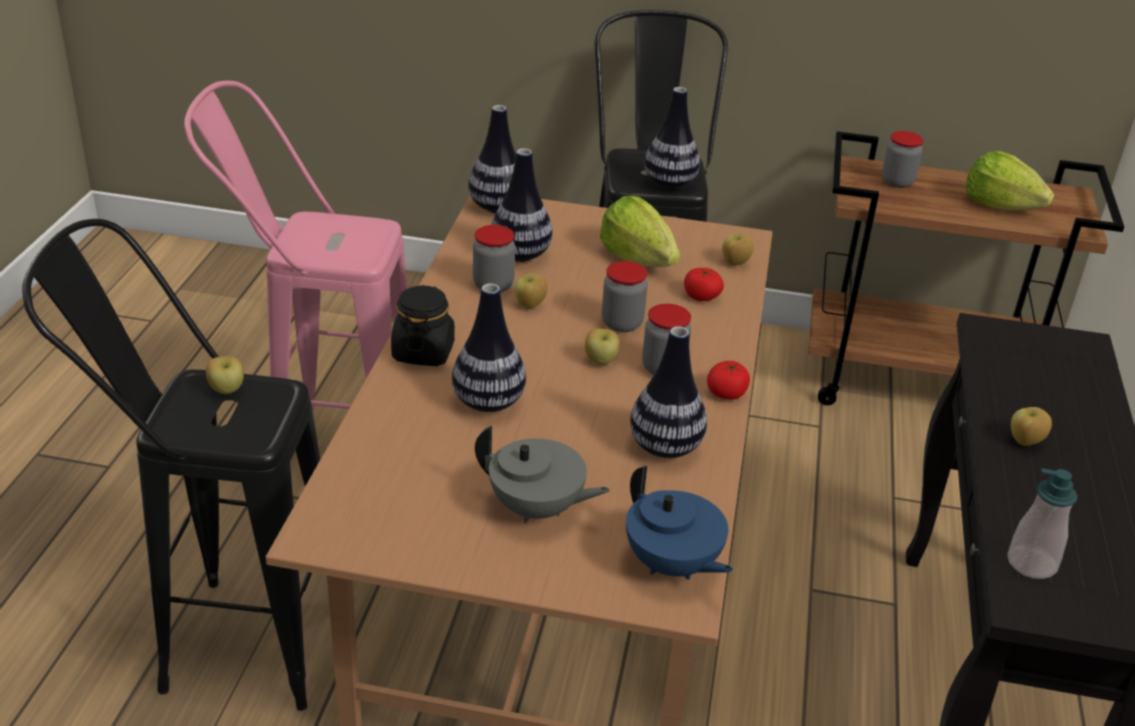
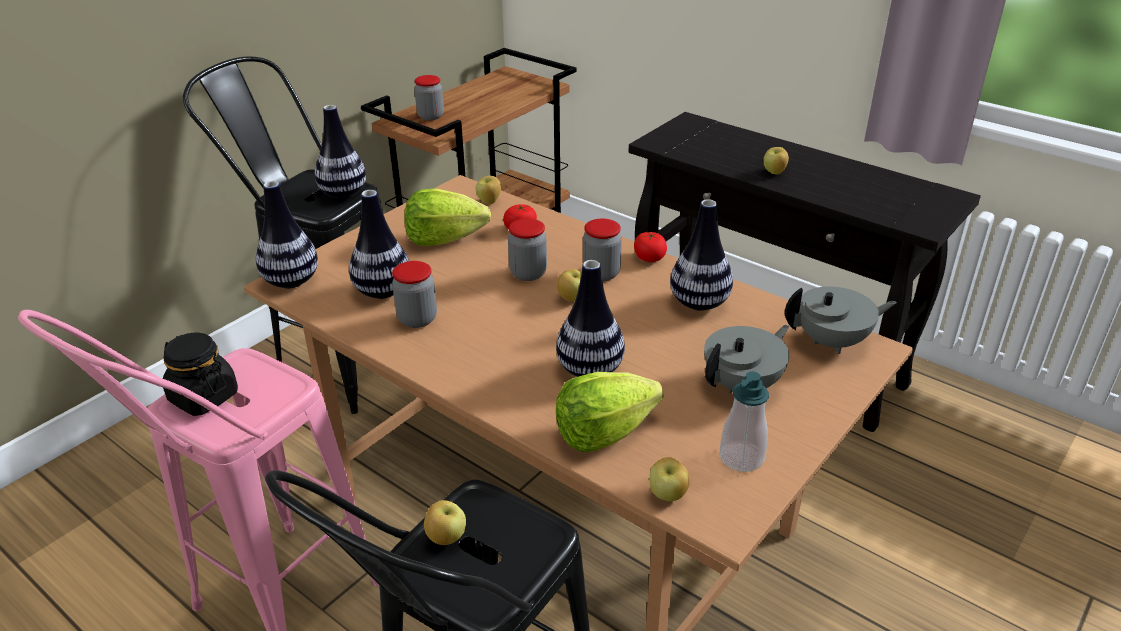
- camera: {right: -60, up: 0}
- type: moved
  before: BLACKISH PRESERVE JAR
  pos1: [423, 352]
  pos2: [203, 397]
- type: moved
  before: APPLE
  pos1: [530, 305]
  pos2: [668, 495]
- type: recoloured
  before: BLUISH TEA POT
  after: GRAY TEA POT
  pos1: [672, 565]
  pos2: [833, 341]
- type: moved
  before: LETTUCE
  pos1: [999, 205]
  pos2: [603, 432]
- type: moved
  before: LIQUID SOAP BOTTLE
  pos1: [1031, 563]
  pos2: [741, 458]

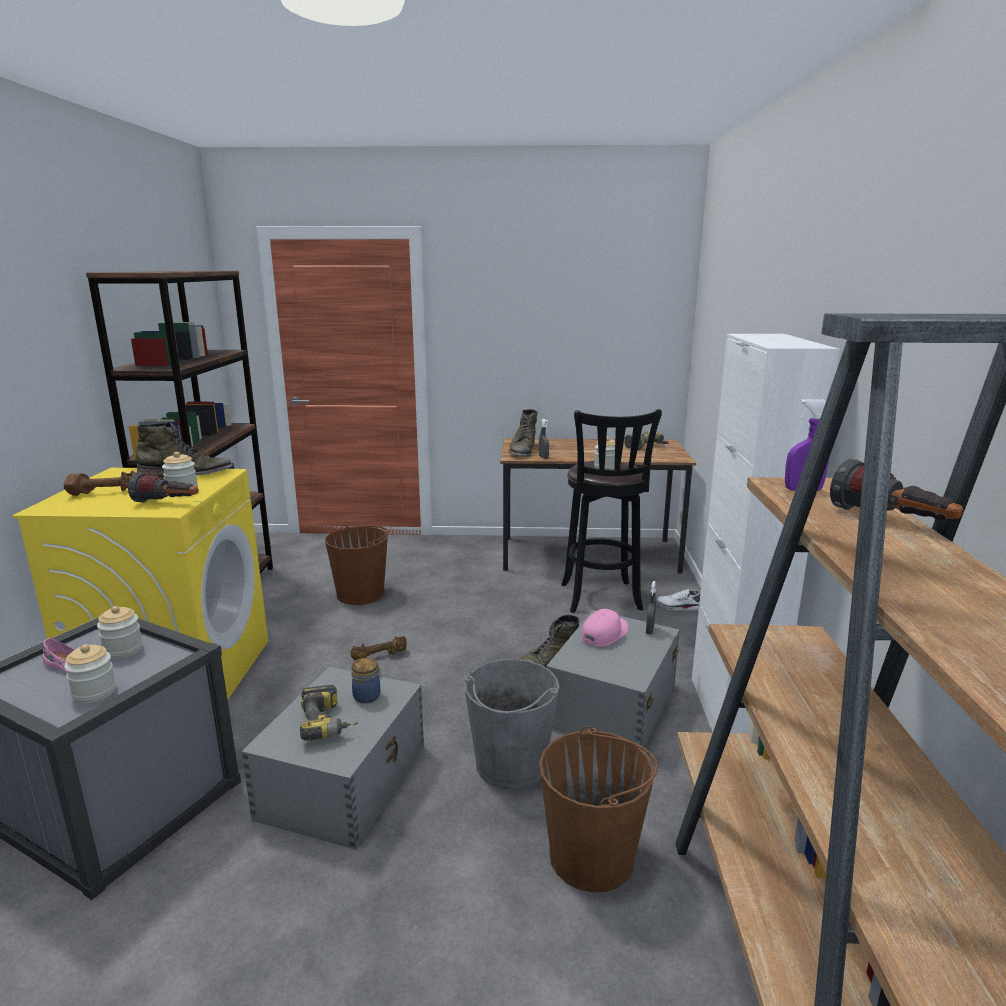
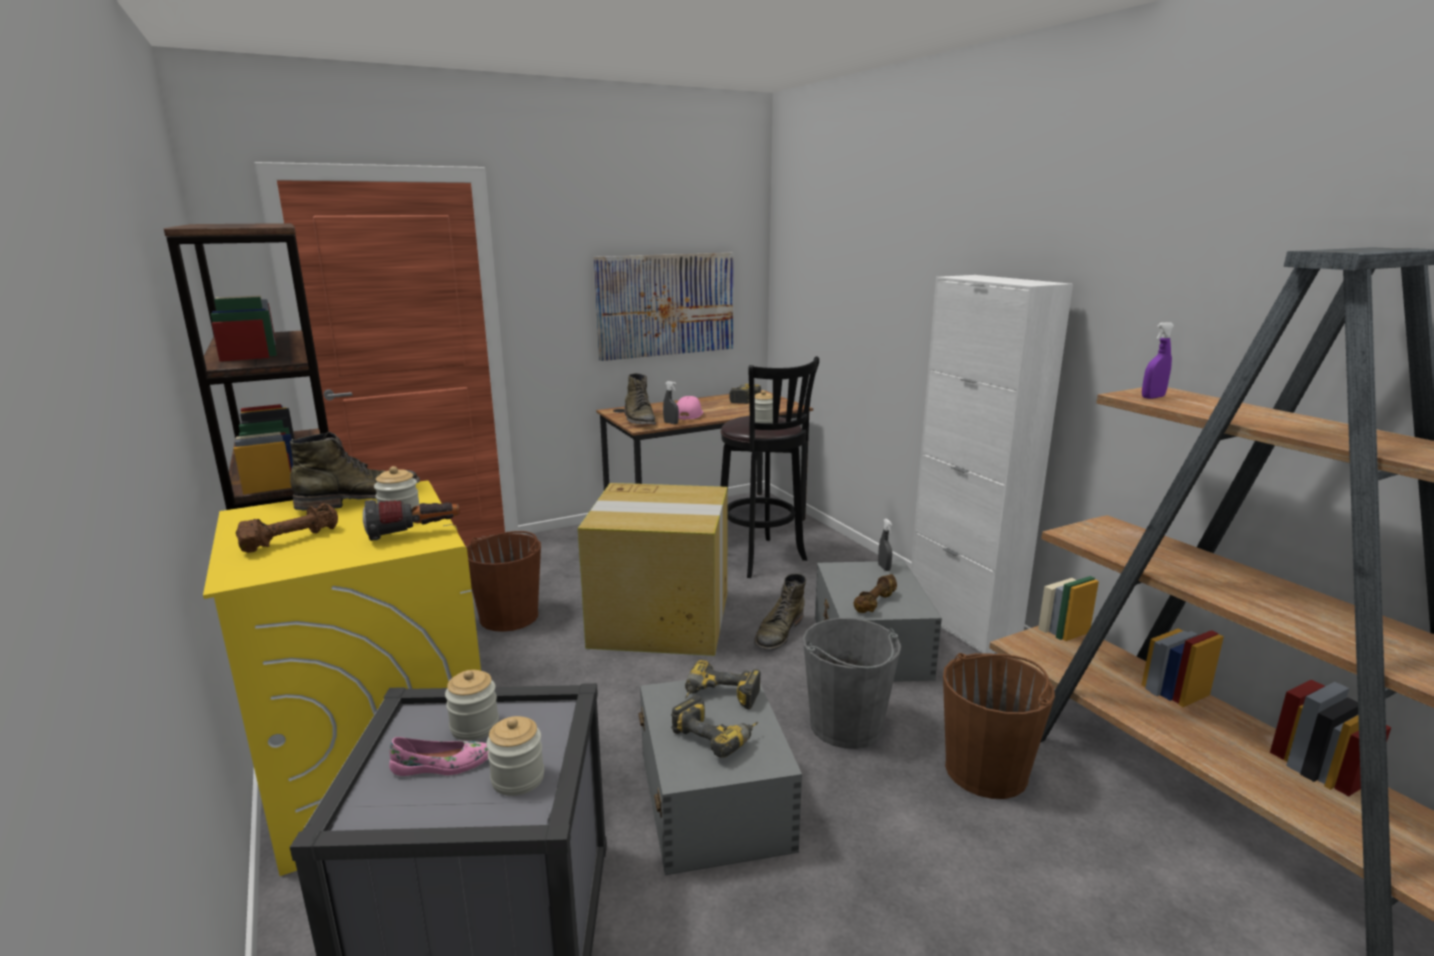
- camera: {right: -30, up: 0}
- type: moved
  before: BROWNISH DUMBBELL
  pos1: [380, 656]
  pos2: [876, 603]
- type: replaced
  before: PRESERVE JAR
  after: ELECTRIC DRILL
  pos1: [368, 696]
  pos2: [719, 698]
- type: moved
  before: PINKISH CAP
  pos1: [604, 634]
  pos2: [689, 415]
- type: removed
  before: WHITISH SHOE
  pos1: [680, 607]
- type: removed
  before: TORCH
  pos1: [890, 522]
- type: added
  after: CARTON
  pos2: [663, 619]
- type: added
  after: WALL PICTURE
  pos2: [666, 305]

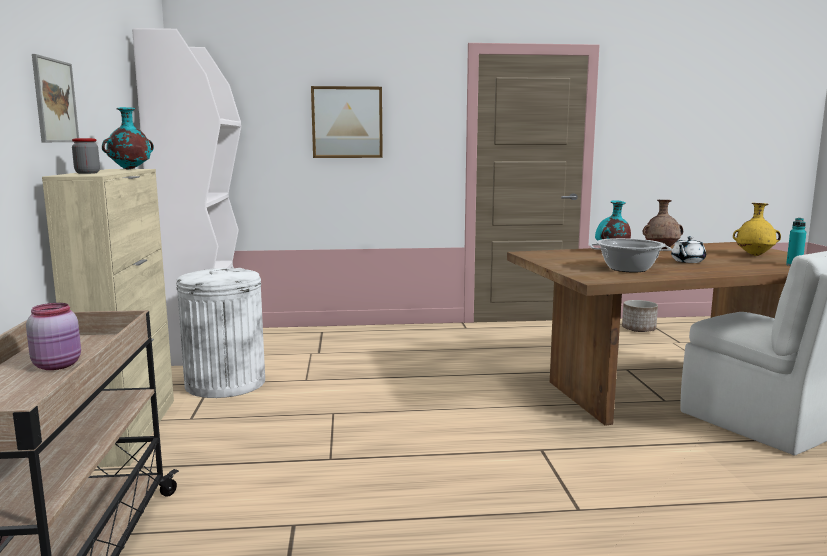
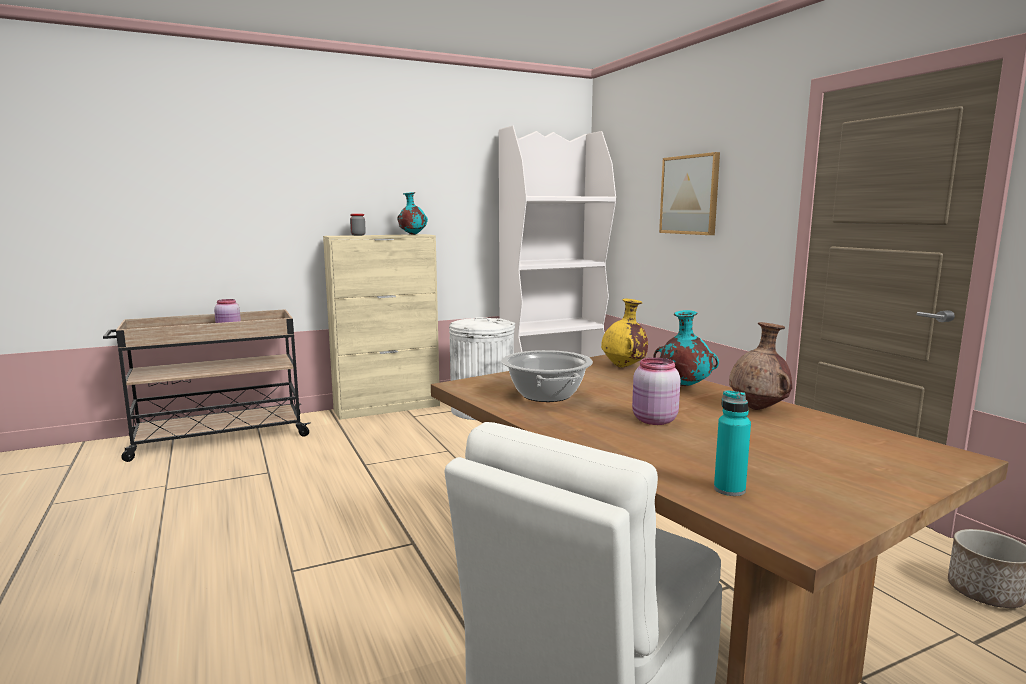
- camera: {right: 70, up: 0}
- type: removed
  before: WALL PICTURE
  pos1: [55, 101]
- type: replaced
  before: WHITISH TEA POT
  after: PINKISH PRESERVE JAR
  pos1: [687, 261]
  pos2: [653, 420]
- type: moved
  before: YELLOW-COLOURED DECORATIVE VASE
  pos1: [755, 255]
  pos2: [624, 367]

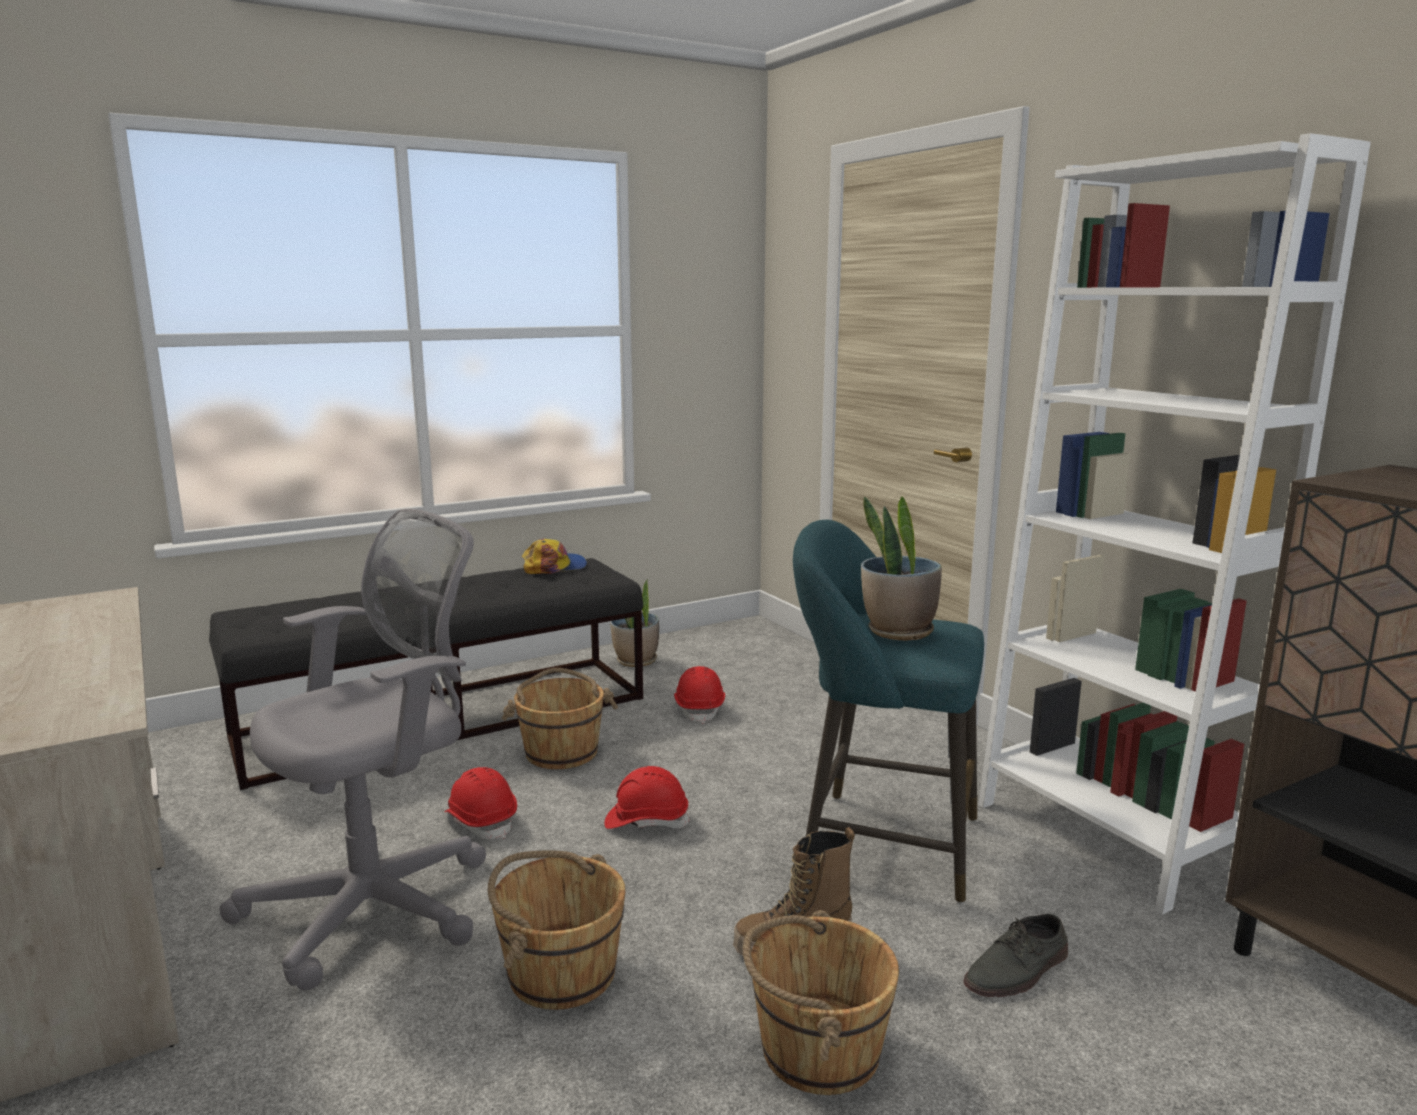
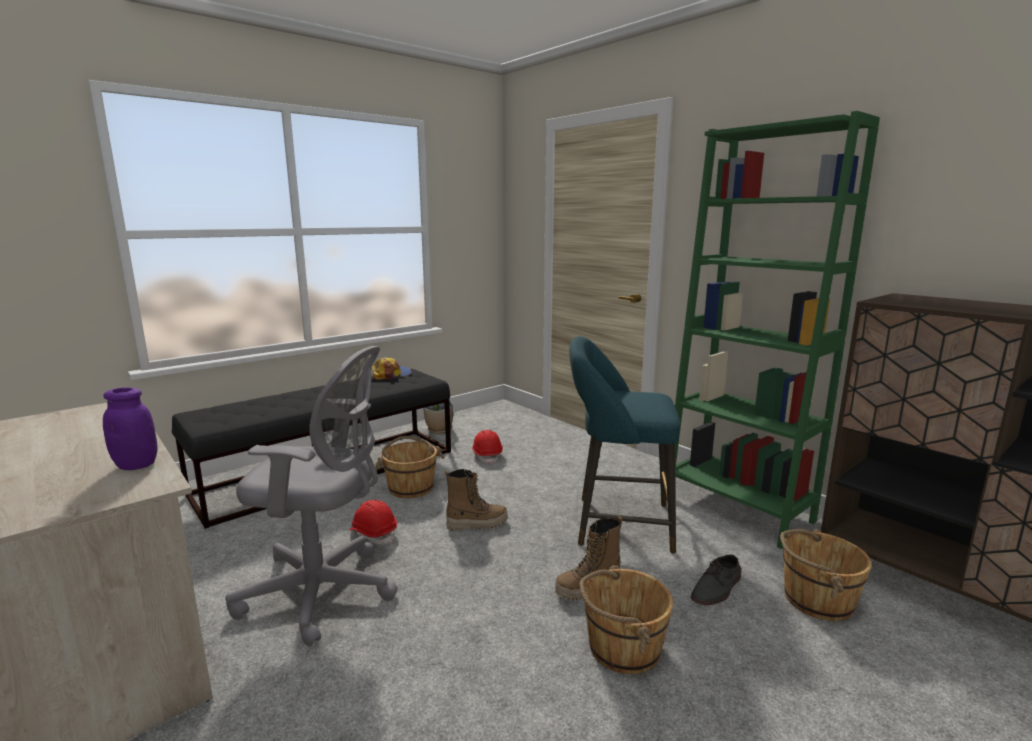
- camera: {right: -10, up: 0}
- type: turned
  before: GRAY OFFICE CHAIR
  pos1: [380, 905]
  pos2: [324, 592]
  turn: 60
- type: moved
  before: BROWNISH BUCKET
  pos1: [560, 972]
  pos2: [816, 600]
- type: replaced
  before: REDDISH WORK HELMET
  after: HIGH-TOP BOOT
  pos1: [646, 821]
  pos2: [477, 524]
- type: removed
  before: POTTED PLANT
  pos1: [898, 632]
- type: recoloured
  before: WHITISH BOOKCASE
  after: GREENISH BOOKCASE
  pos1: [1105, 836]
  pos2: [737, 509]
- type: added
  after: PURPLE-COLOURED PRESERVE JAR
  pos2: [136, 465]

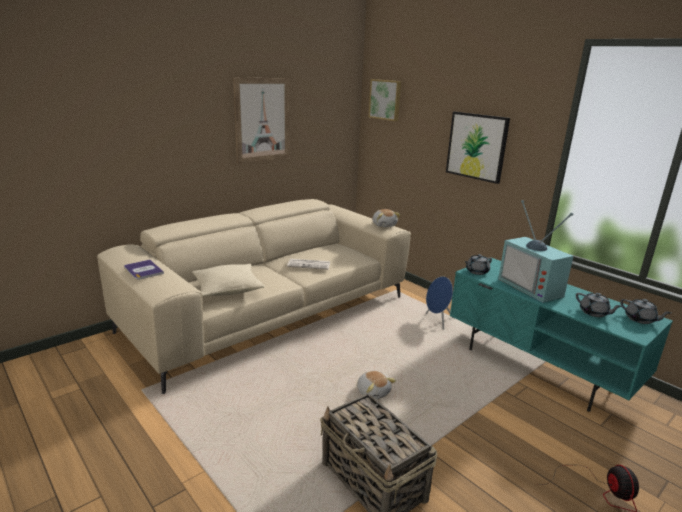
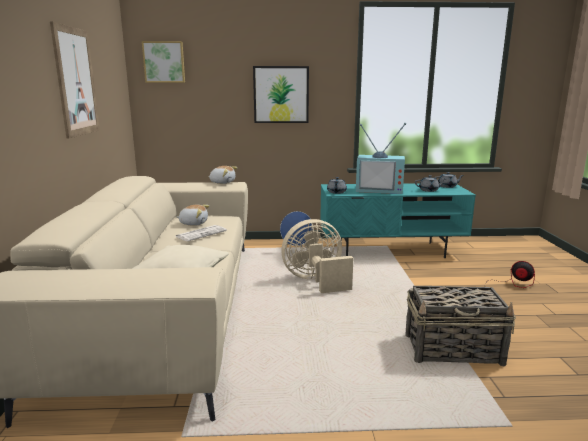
- camera: {right: -50, up: -5}
- type: removed
  before: BOOK
  pos1: [143, 270]
- type: moved
  before: PLUSH TOY
  pos1: [373, 392]
  pos2: [193, 223]
- type: added
  after: BEIGE-COLOURED ELECTRIC FAN
  pos2: [316, 281]

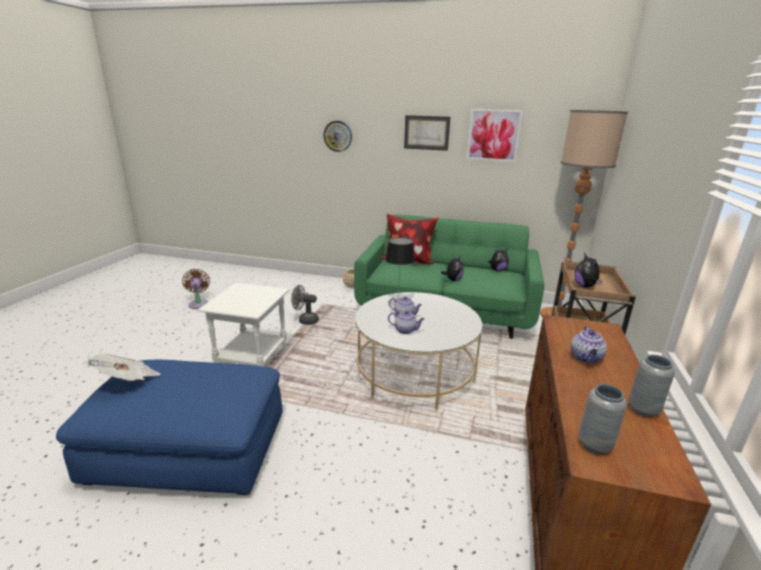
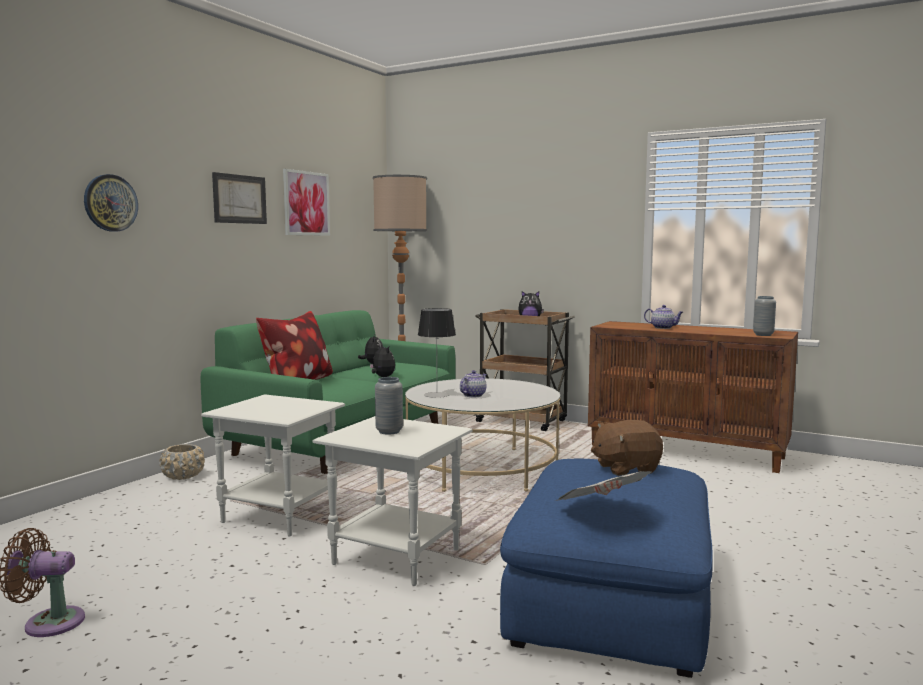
- camera: {right: -75, up: -15}
- type: replaced
  before: GRAY ELECTRIC FAN
  after: WHITISH END TABLE
  pos1: [305, 320]
  pos2: [280, 516]
- type: removed
  before: TEA POT
  pos1: [406, 330]
- type: moved
  before: GRAY DECORATIVE VASE
  pos1: [643, 410]
  pos2: [389, 431]
- type: added
  after: BROWNISH PLUSH TOY
  pos2: [625, 468]

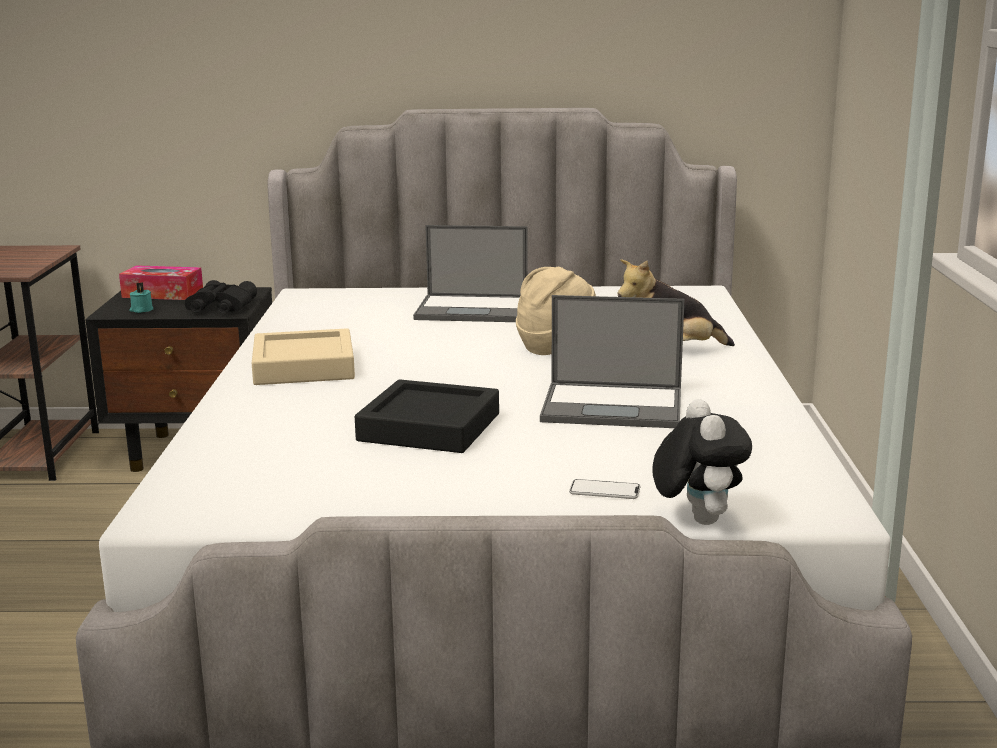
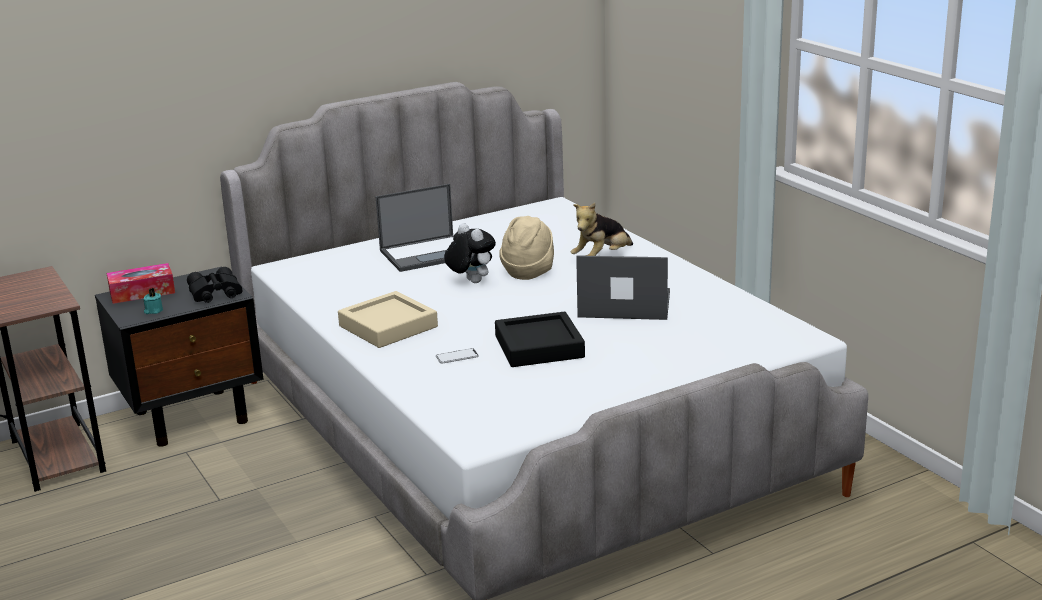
- camera: {right: -30, up: 5}
- type: turned
  before: NOTEBOOK COMPUTER
  pos1: [614, 406]
  pos2: [623, 305]
  turn: -150
- type: moved
  before: PHONE
  pos1: [604, 491]
  pos2: [457, 357]
- type: moved
  before: PLUSH TOY
  pos1: [697, 519]
  pos2: [470, 281]

